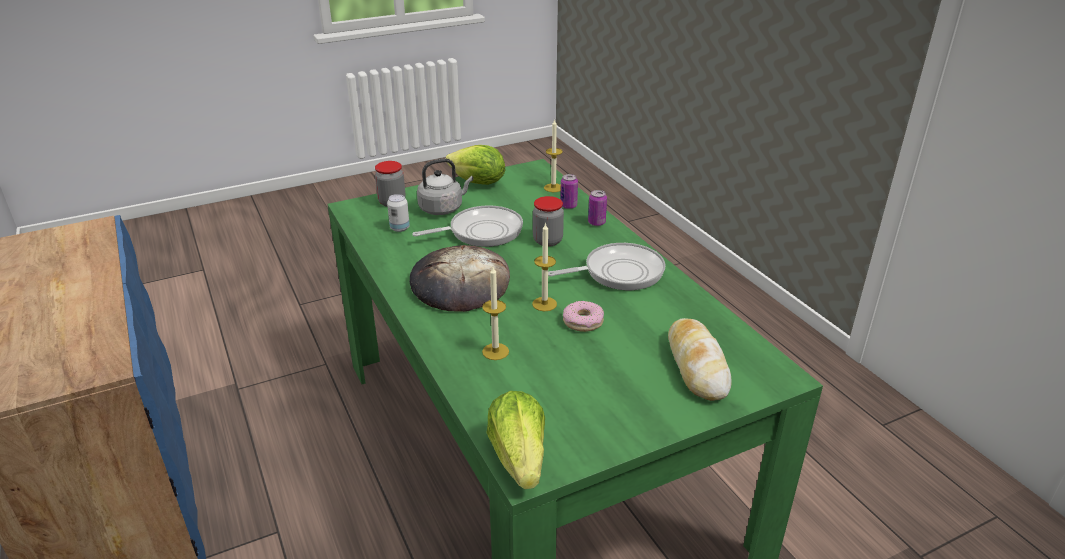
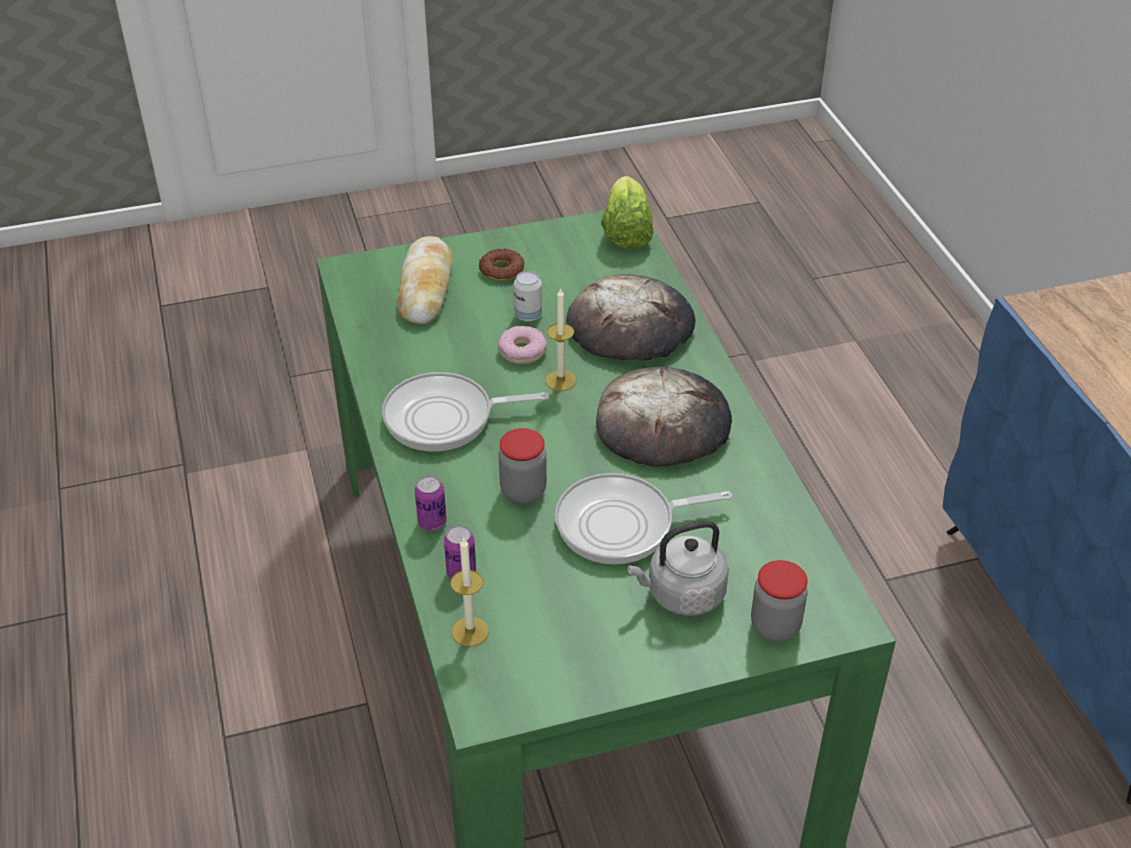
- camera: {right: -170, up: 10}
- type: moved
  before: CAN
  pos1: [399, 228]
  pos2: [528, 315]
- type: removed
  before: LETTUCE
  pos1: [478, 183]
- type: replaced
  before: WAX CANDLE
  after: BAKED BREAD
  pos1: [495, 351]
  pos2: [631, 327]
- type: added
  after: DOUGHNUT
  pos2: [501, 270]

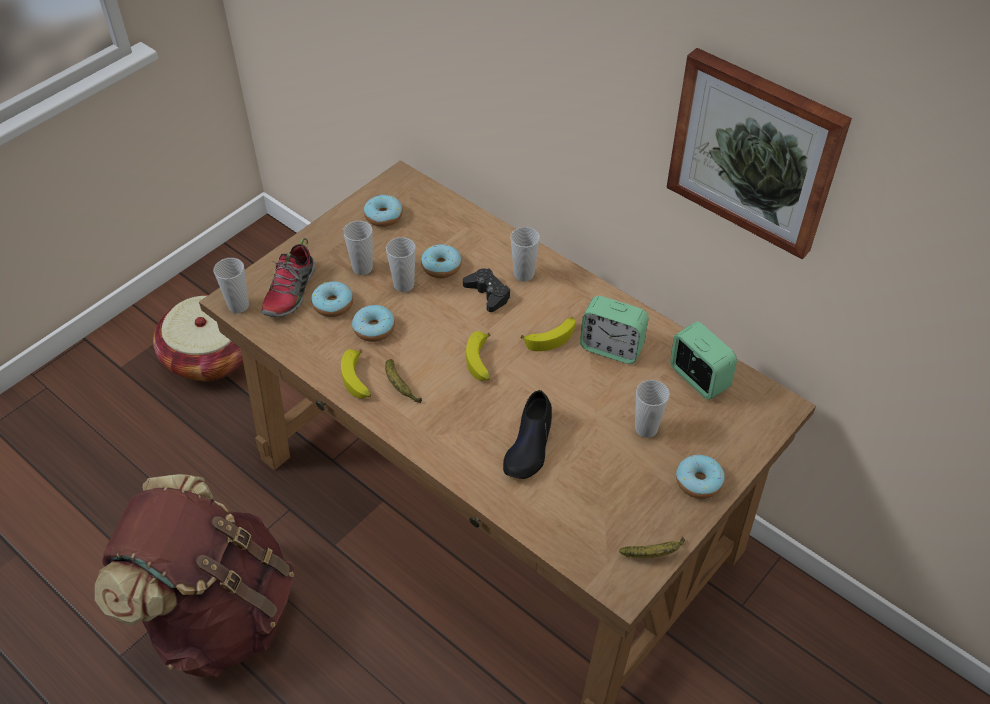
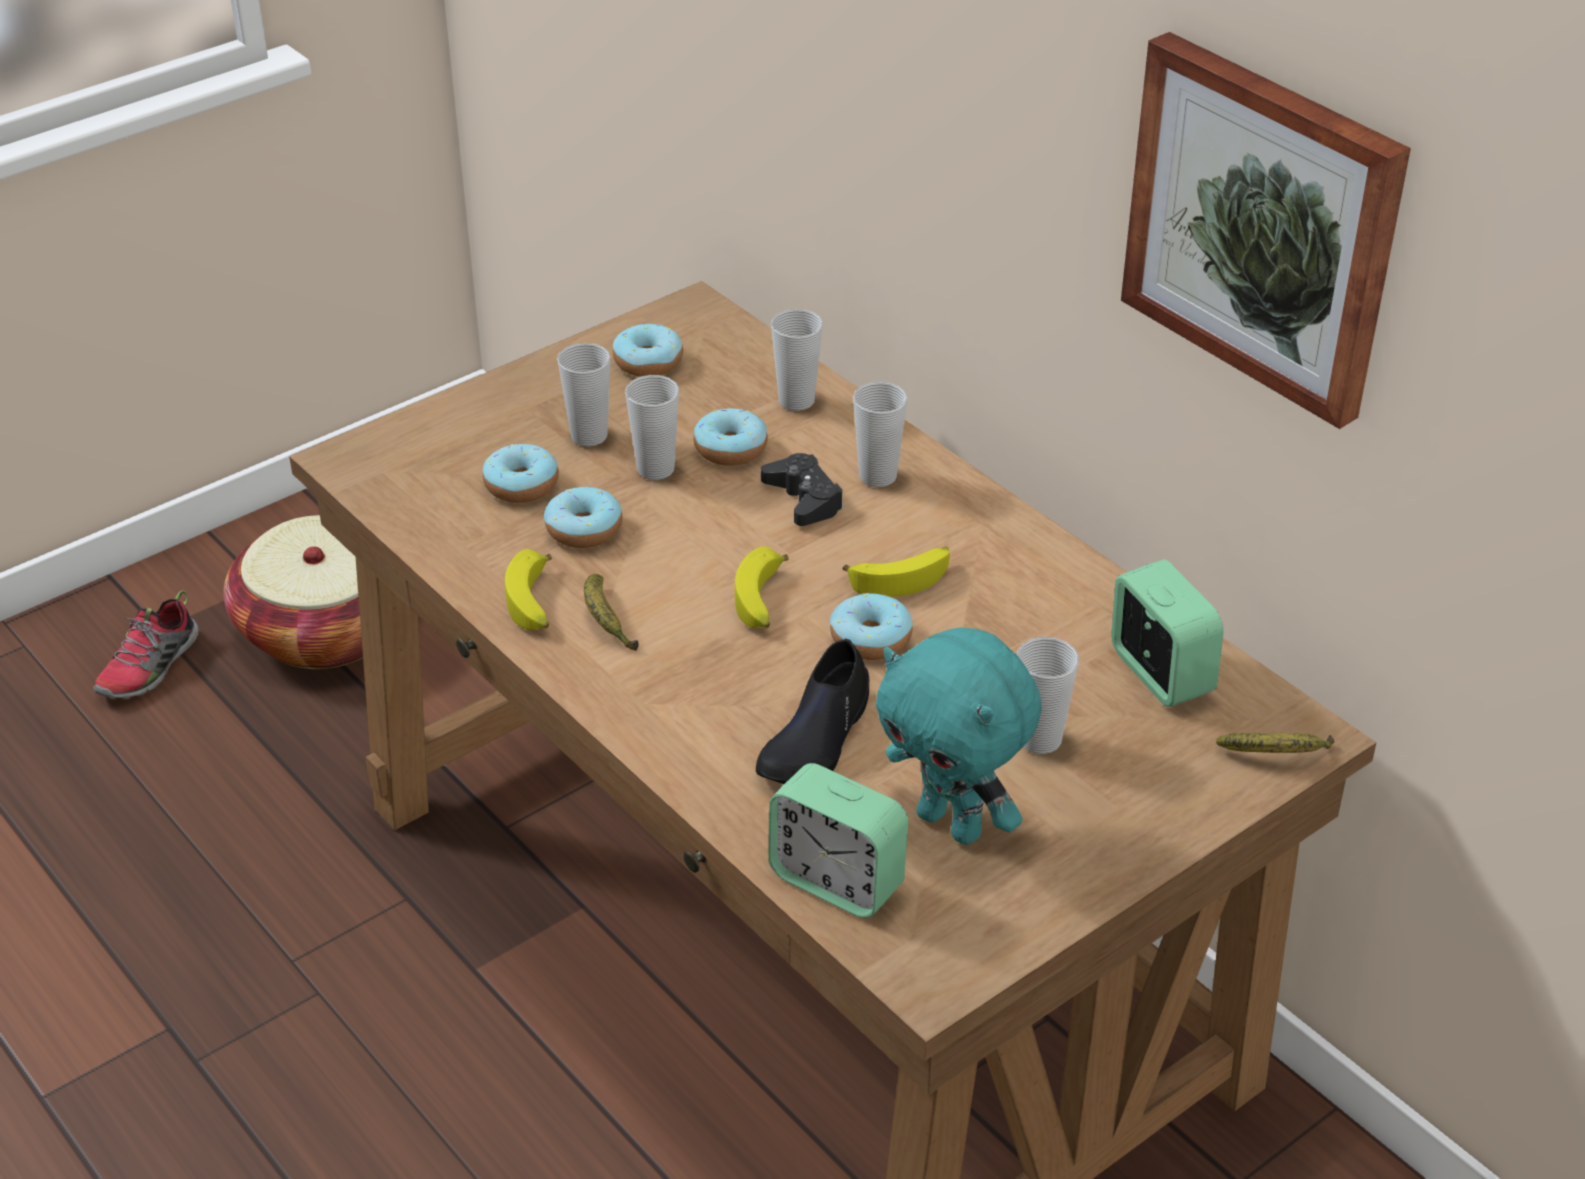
- camera: {right: 10, up: -10}
- type: removed
  before: BROWNISH KNAPSACK
  pos1: [218, 613]
- type: moved
  before: DRINKING CUP
  pos1: [238, 305]
  pos2: [796, 401]
- type: moved
  before: SHOE
  pos1: [291, 292]
  pos2: [150, 668]
- type: moved
  before: ALARM CLOCK
  pos1: [611, 348]
  pos2: [837, 881]
- type: moved
  before: WHOLE BANANA
  pos1: [654, 553]
  pos2: [1277, 756]
- type: moved
  before: DOUGHNUT
  pos1: [698, 482]
  pos2: [870, 639]
- type: added
  after: BLUE-GREEN PLUSH TOY
  pos2: [952, 824]

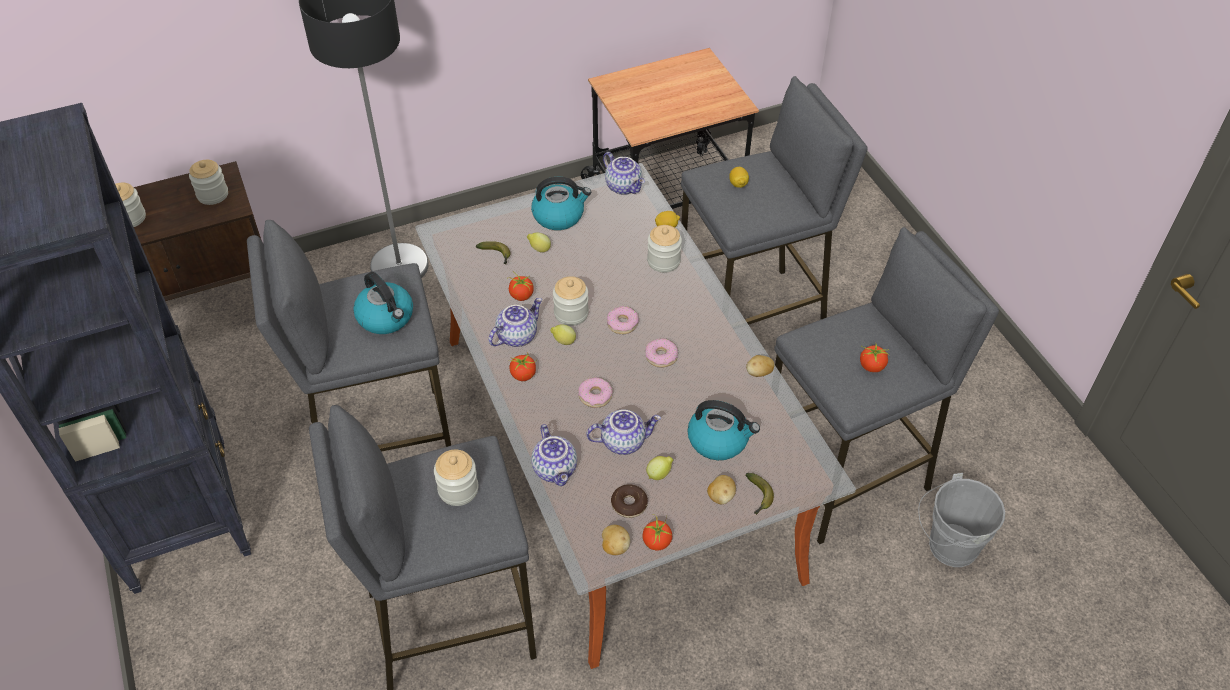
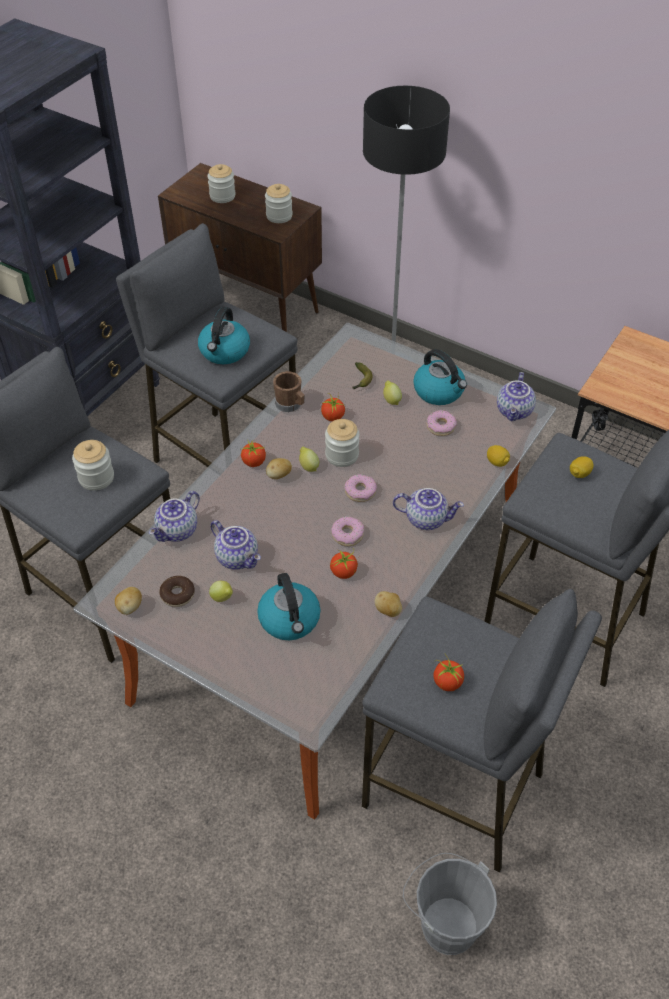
- camera: {right: 55, up: 0}
- type: moved
  before: TEA POT
  pos1: [516, 335]
  pos2: [426, 518]
- type: moved
  before: DOUGHNUT
  pos1: [595, 396]
  pos2: [440, 426]
- type: moved
  before: FRESH TOMATO
  pos1: [656, 542]
  pos2: [344, 572]
- type: removed
  before: PRESERVE JAR
  pos1: [663, 261]
- type: moved
  before: POTATO
  pos1: [720, 496]
  pos2: [279, 475]
- type: removed
  before: WHOLE BANANA
  pos1: [758, 497]
- type: added
  after: BROWNISH TEA MUG
  pos2: [290, 405]

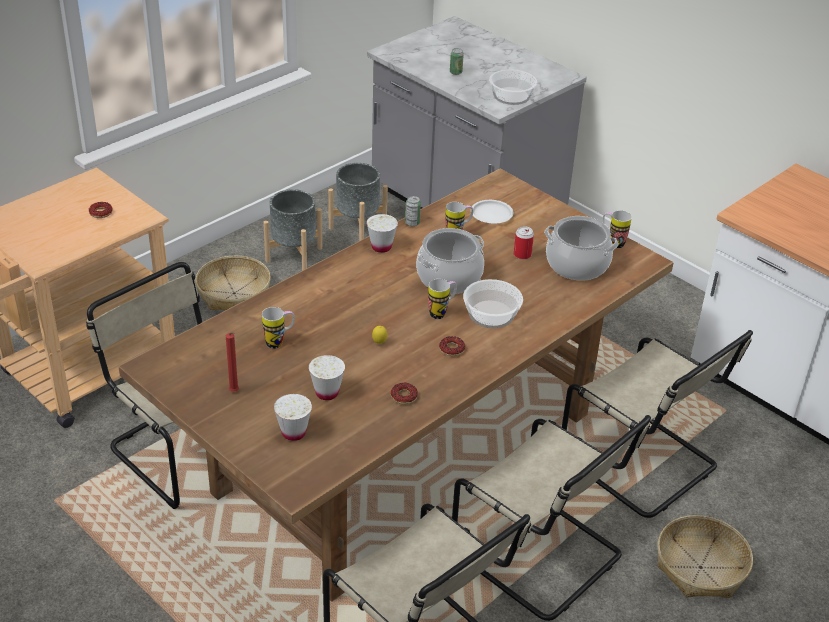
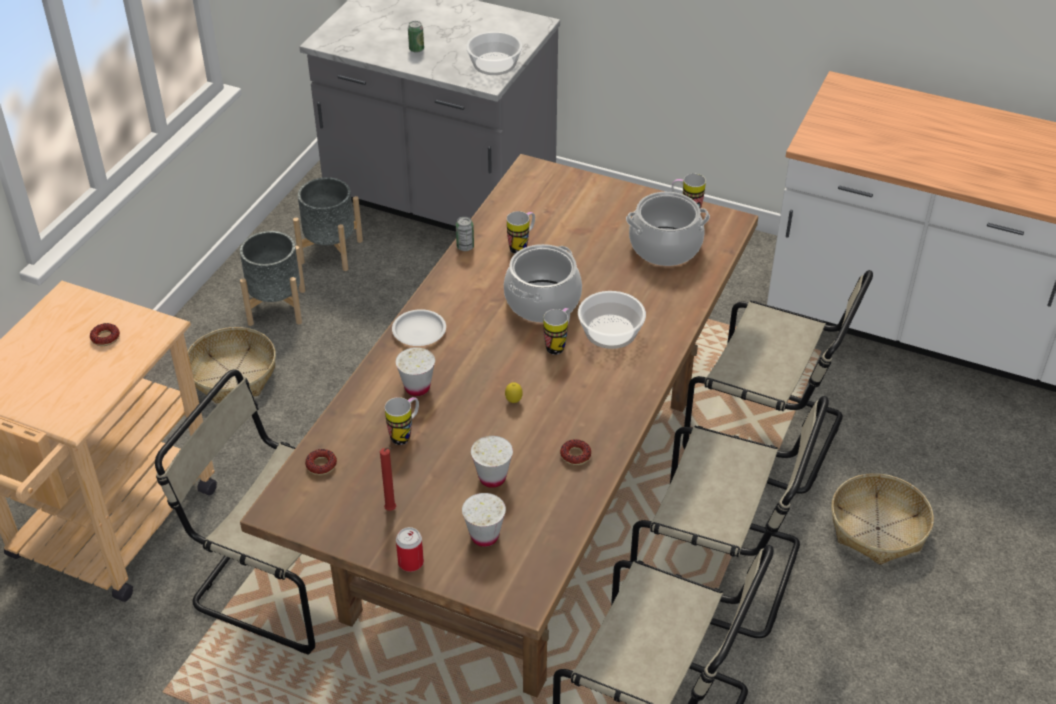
- camera: {right: -20, up: 5}
- type: moved
  before: WHITISH DRINKING CUP
  pos1: [381, 247]
  pos2: [417, 388]
- type: moved
  before: DOUGHNUT
  pos1: [452, 349]
  pos2: [321, 465]
- type: moved
  before: WHITISH PLATE
  pos1: [492, 214]
  pos2: [419, 331]
- type: moved
  before: CAN
  pos1: [522, 255]
  pos2: [411, 562]

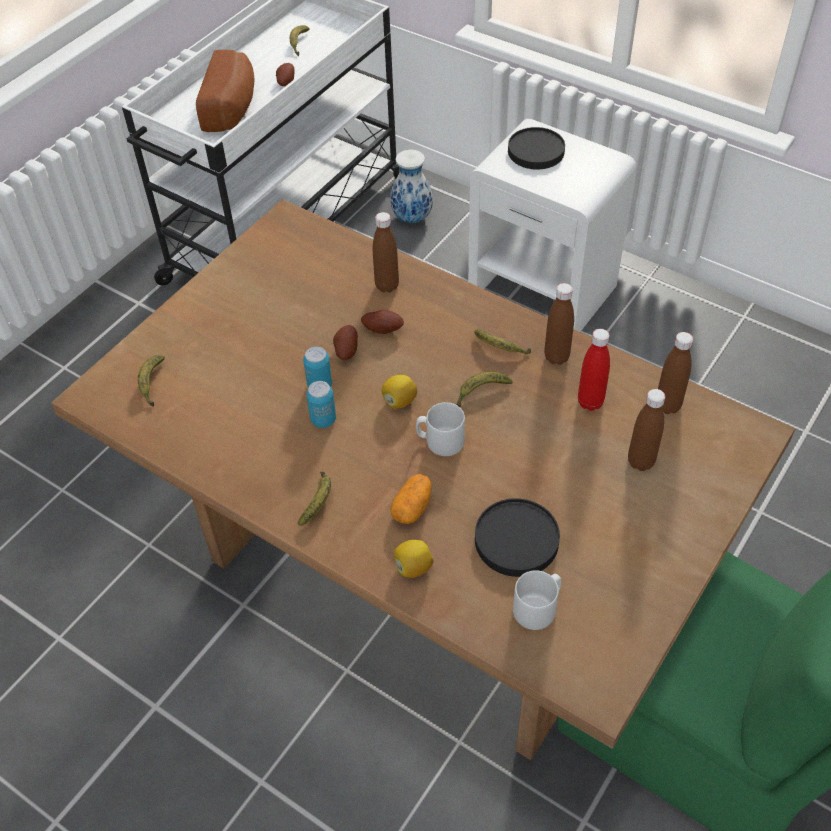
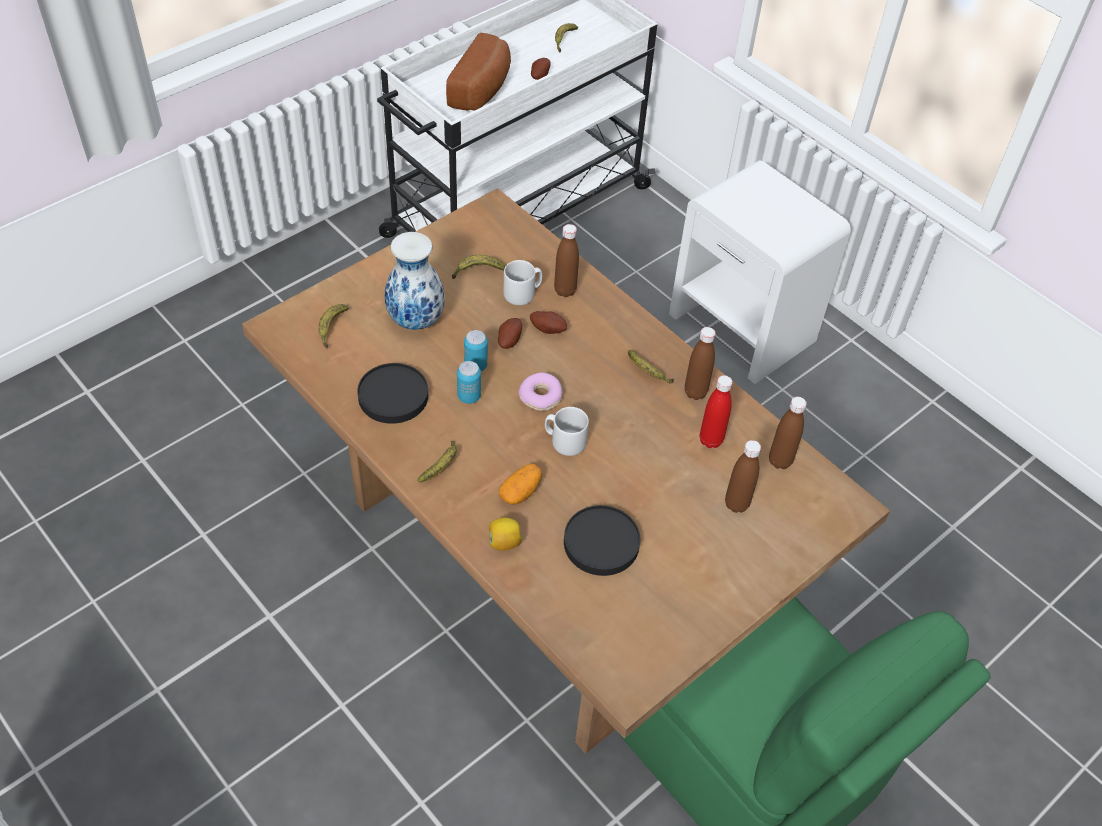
- camera: {right: 10, up: 0}
- type: replaced
  before: LEMON
  after: DOUGHNUT
  pos1: [399, 401]
  pos2: [541, 397]
- type: moved
  before: DECORATIVE VASE
  pos1: [412, 217]
  pos2: [417, 320]
- type: moved
  before: WHOLE BANANA
  pos1: [481, 392]
  pos2: [477, 271]
- type: moved
  before: BLACKISH PLATE
  pos1: [535, 152]
  pos2: [392, 396]
- type: moved
  before: GRAY TEA MUG
  pos1: [538, 608]
  pos2: [523, 293]

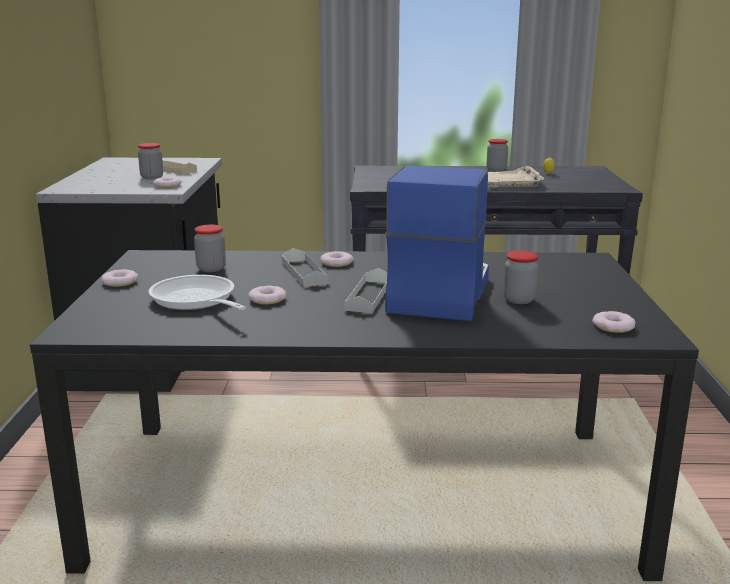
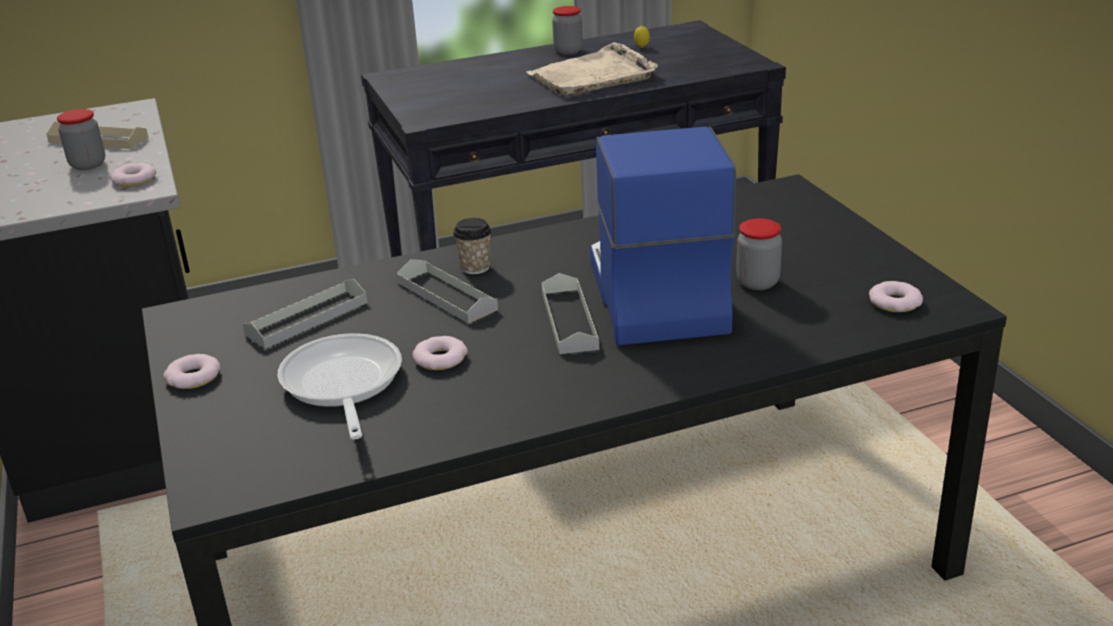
- camera: {right: -20, up: 10}
- type: turned
  before: FRYING PAN
  pos1: [196, 300]
  pos2: [342, 386]
  turn: 45
- type: replaced
  before: PRESERVE JAR
  after: GRAY CARRYING TRAY
  pos1: [211, 268]
  pos2: [307, 318]
- type: replaced
  before: DOUGHNUT
  after: DRINKING CUP
  pos1: [336, 263]
  pos2: [475, 267]

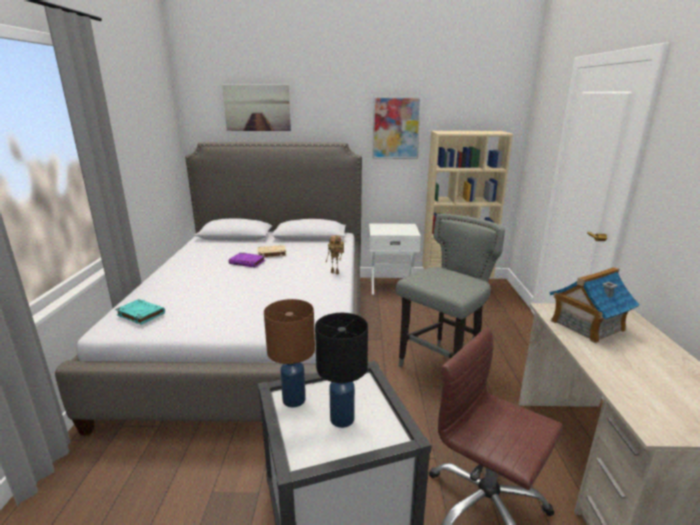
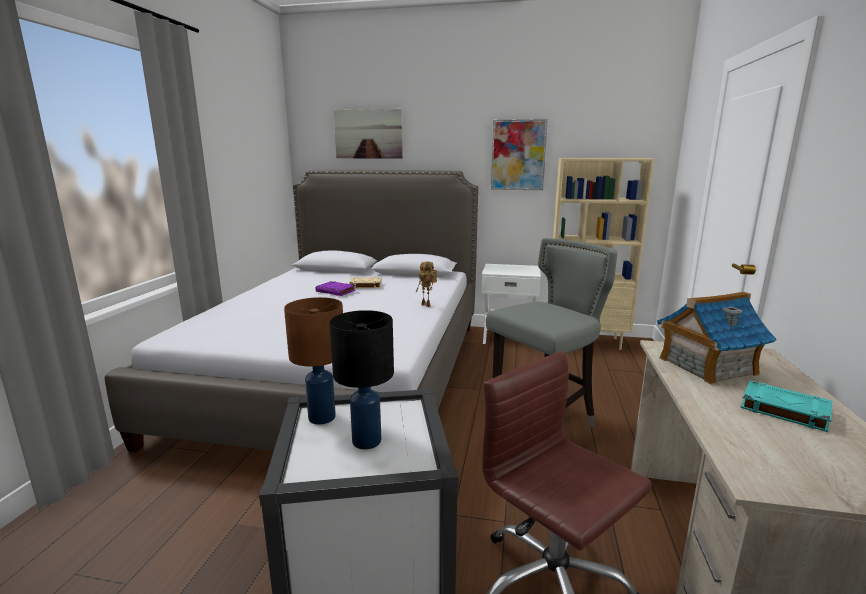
- camera: {right: 10, up: -5}
- type: moved
  before: BLUE-GREEN BOOK
  pos1: [140, 314]
  pos2: [783, 410]

